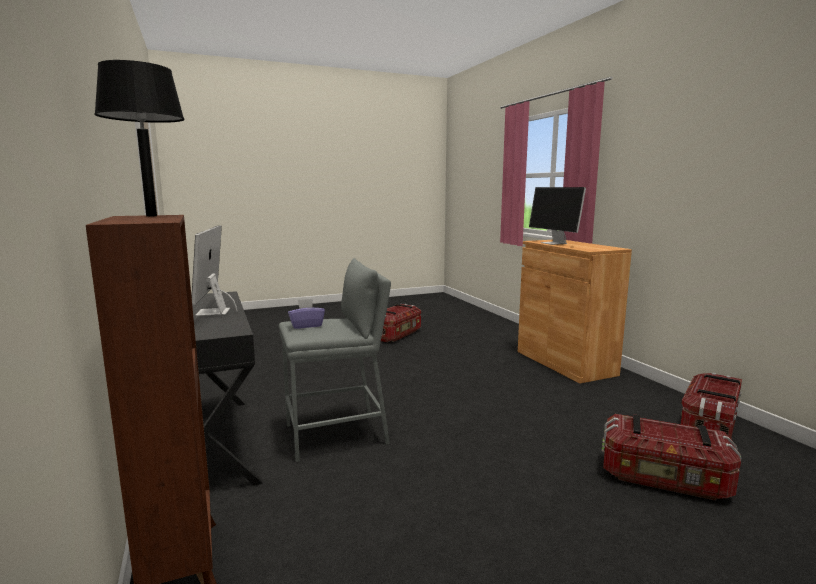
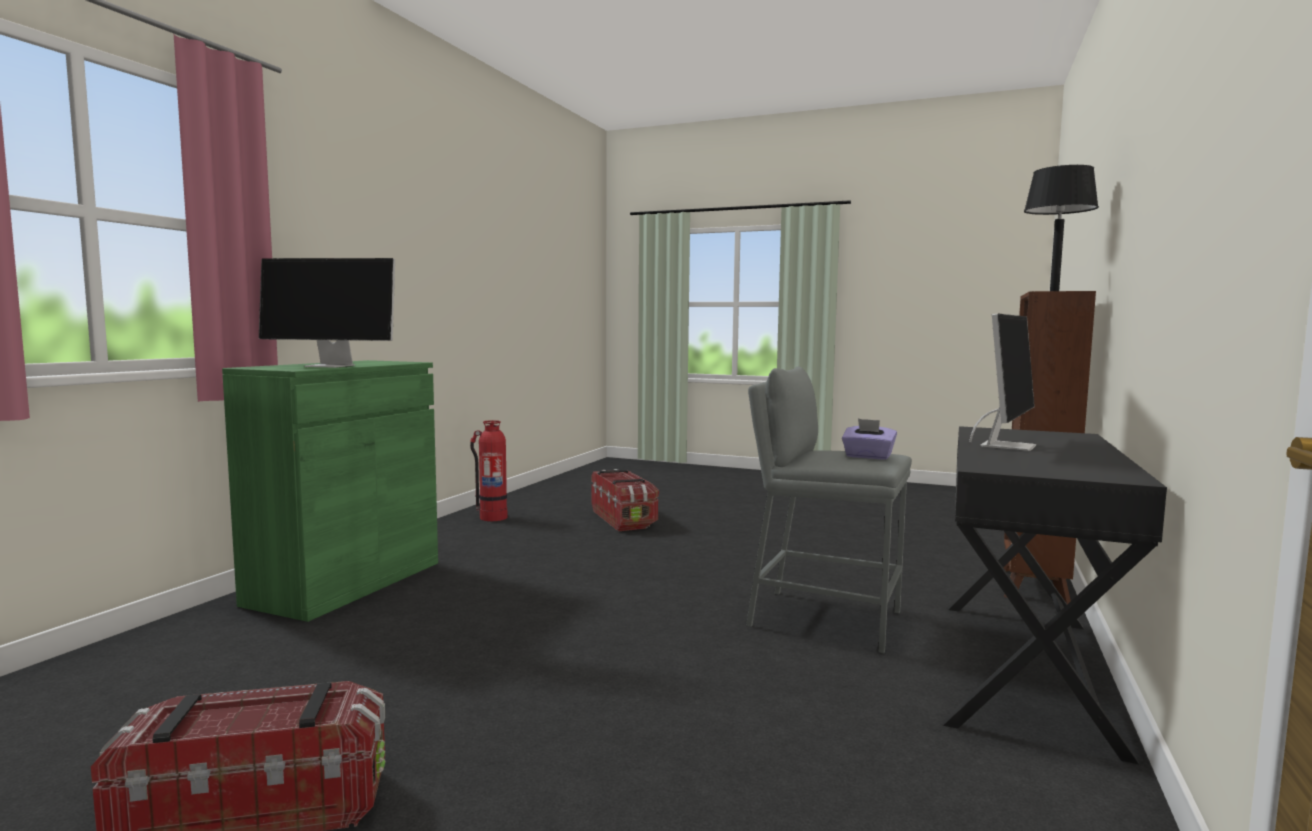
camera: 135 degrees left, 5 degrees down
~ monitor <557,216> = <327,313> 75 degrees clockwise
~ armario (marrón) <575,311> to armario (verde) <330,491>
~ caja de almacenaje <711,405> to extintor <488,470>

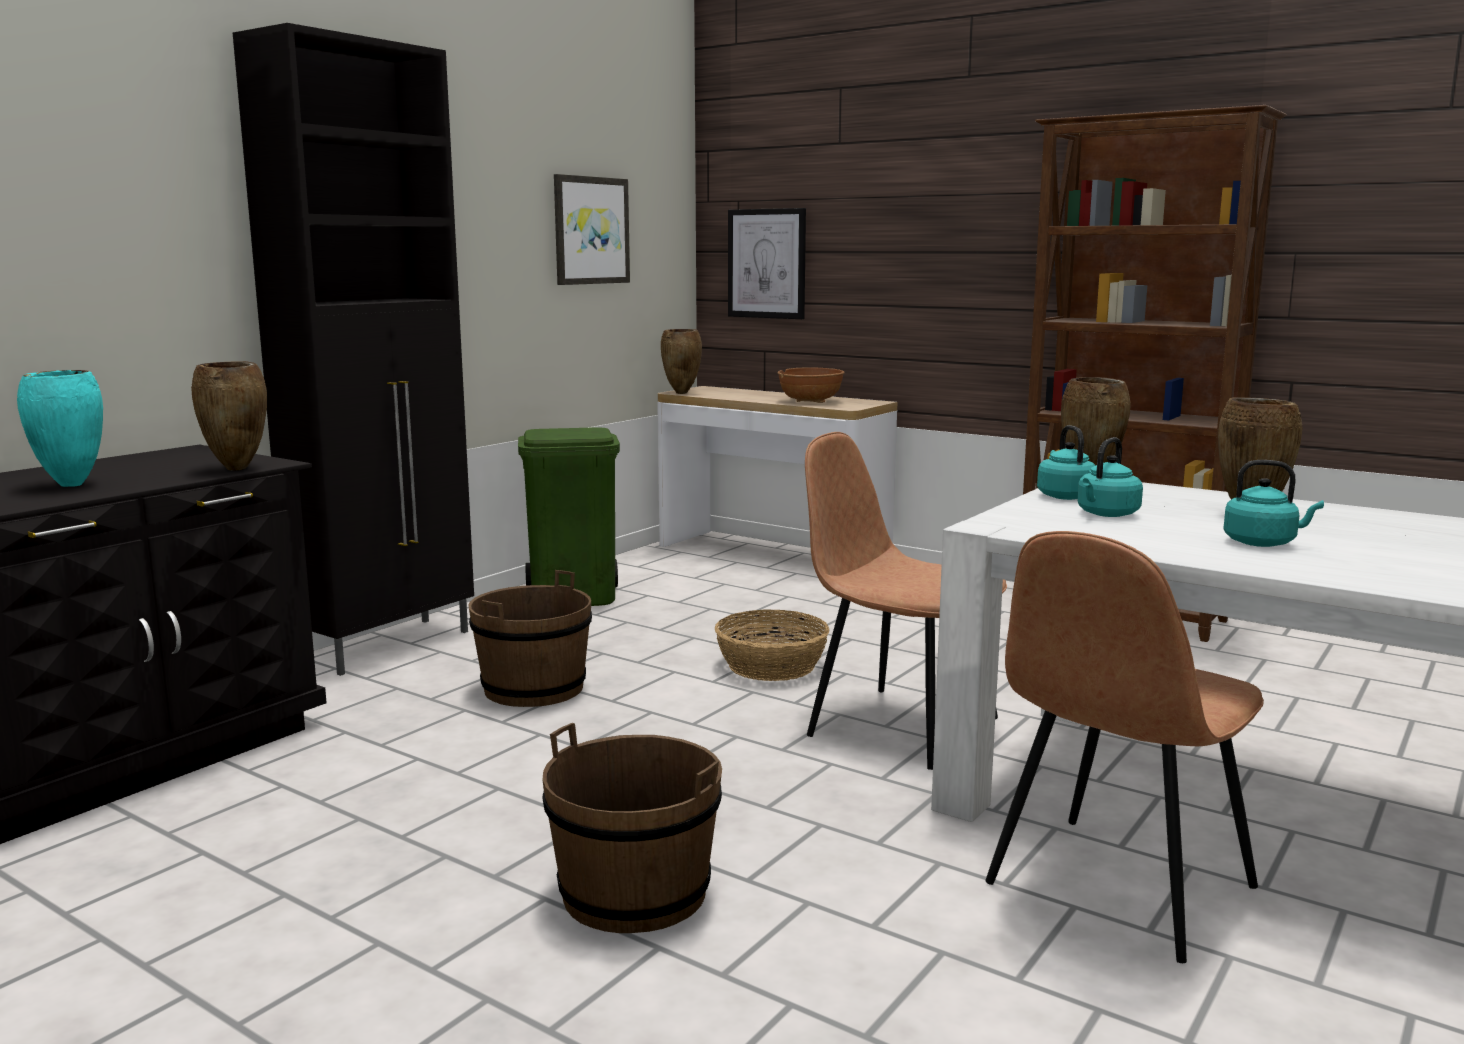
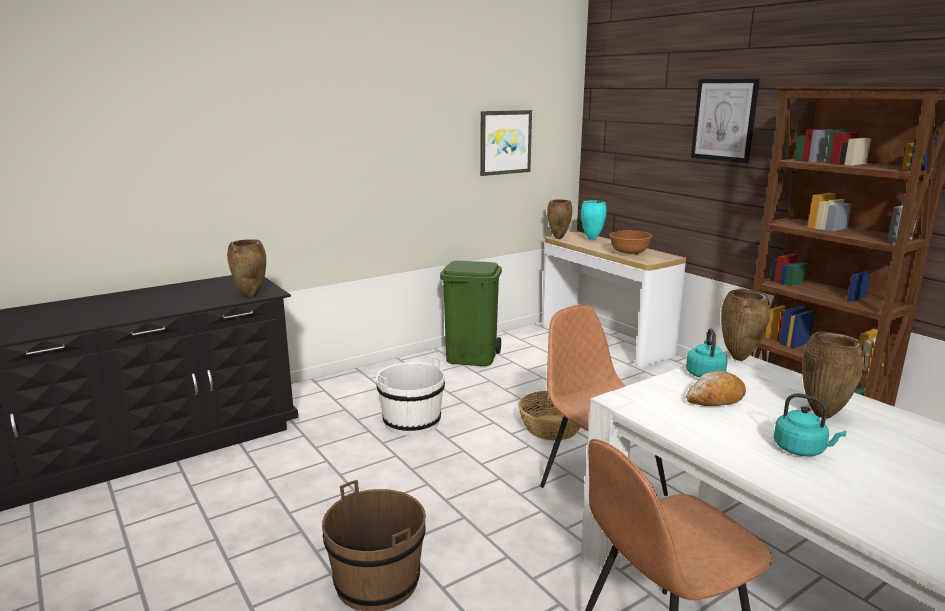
camera: 20 degrees right, 5 degrees up
- armario (negro) <353,349>
~ cuadro <767,263> to <725,120>
~ florero (turquesa) <60,428> to <593,220>
~ hervidor (turquesa) <1110,477> to pan <716,388>
~ cubo (marrón) <530,638> to cubo (blanco) <410,396>

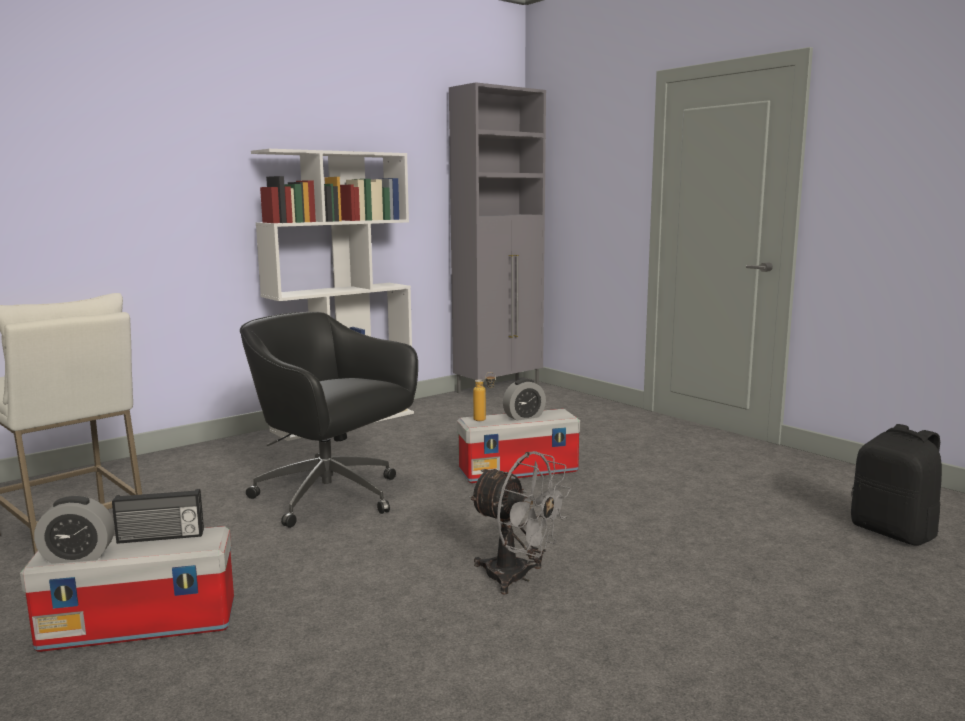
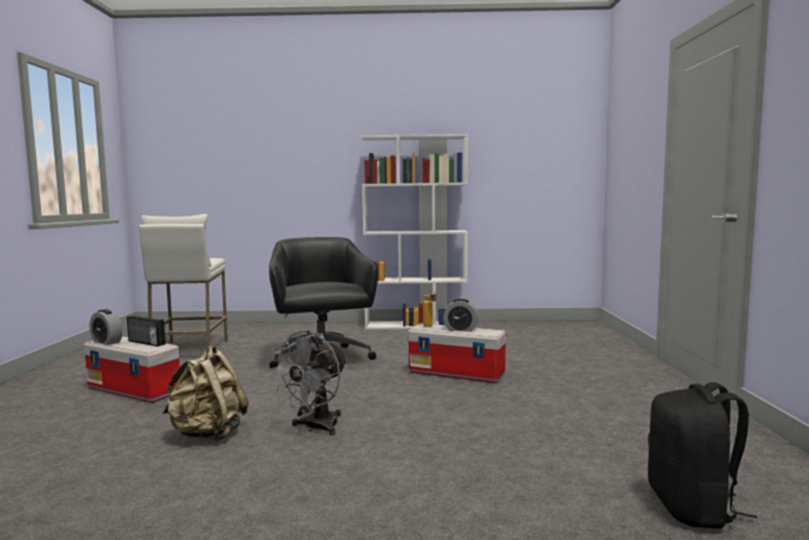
camera: 40 degrees right, 5 degrees down
- armario (gris) <497,237>
~ ventilador (gris) <520,522> = <308,383> 45 degrees clockwise
+ mochila (beis) <205,394>

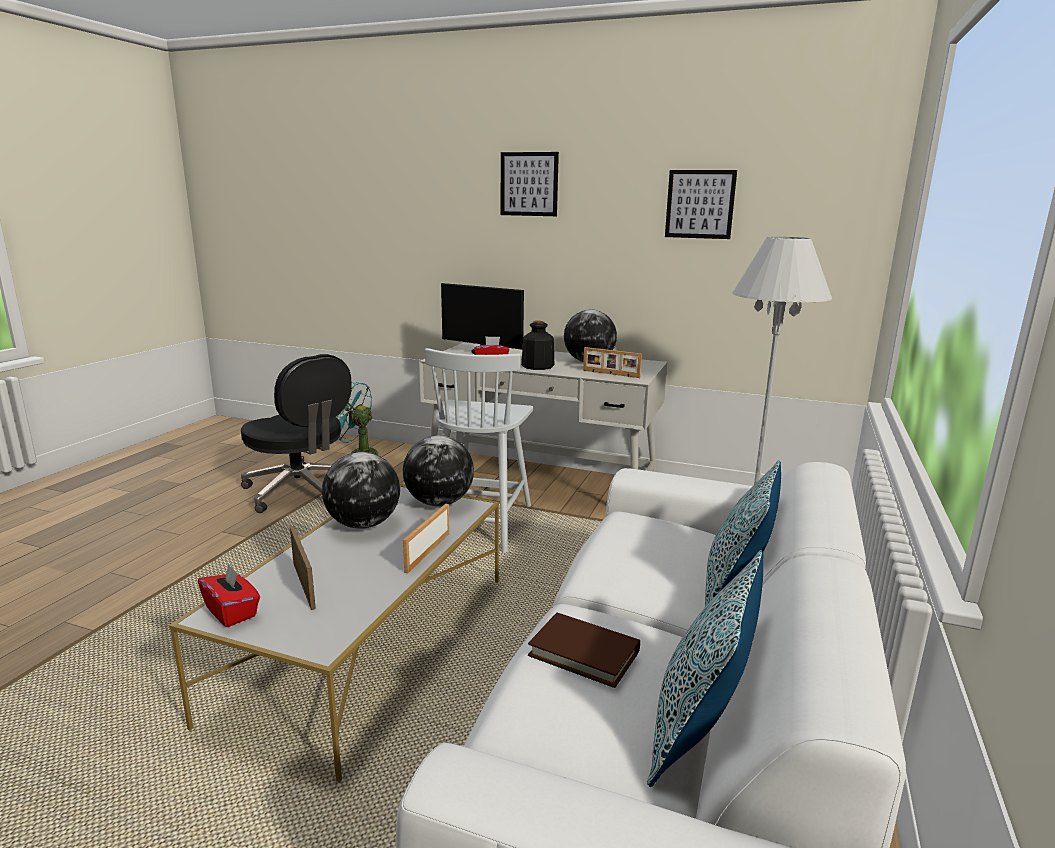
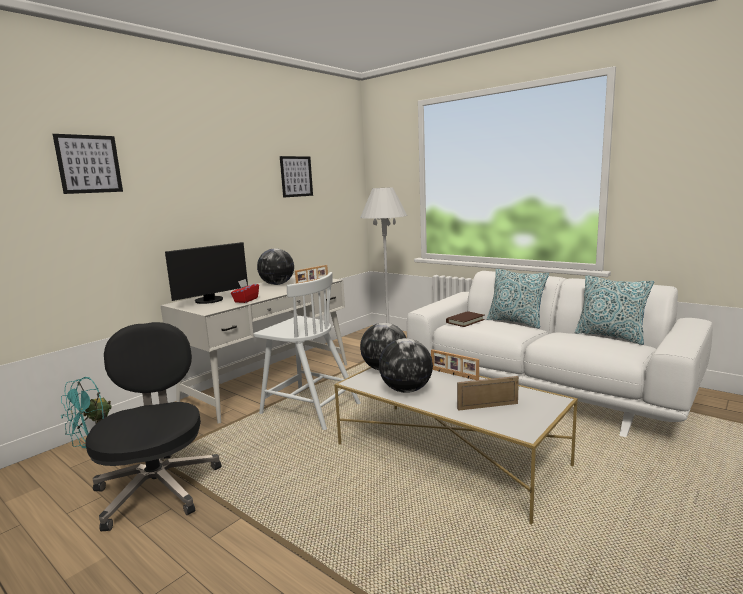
camera: 70 degrees left, 5 degrees down
~ cuadro <530,184> to <88,164>
- botella <537,345>
~ silla de oficina (negro) <296,433> = <153,426> 75 degrees counterclockwise
- caja de pañuelos (rojo) <229,595>
~ libro (marrón) <584,650> to <465,319>

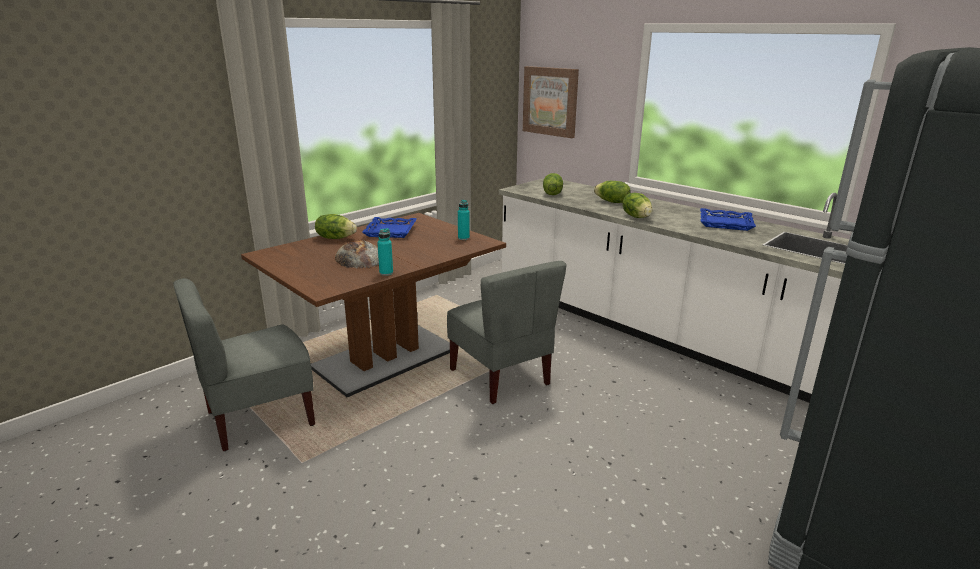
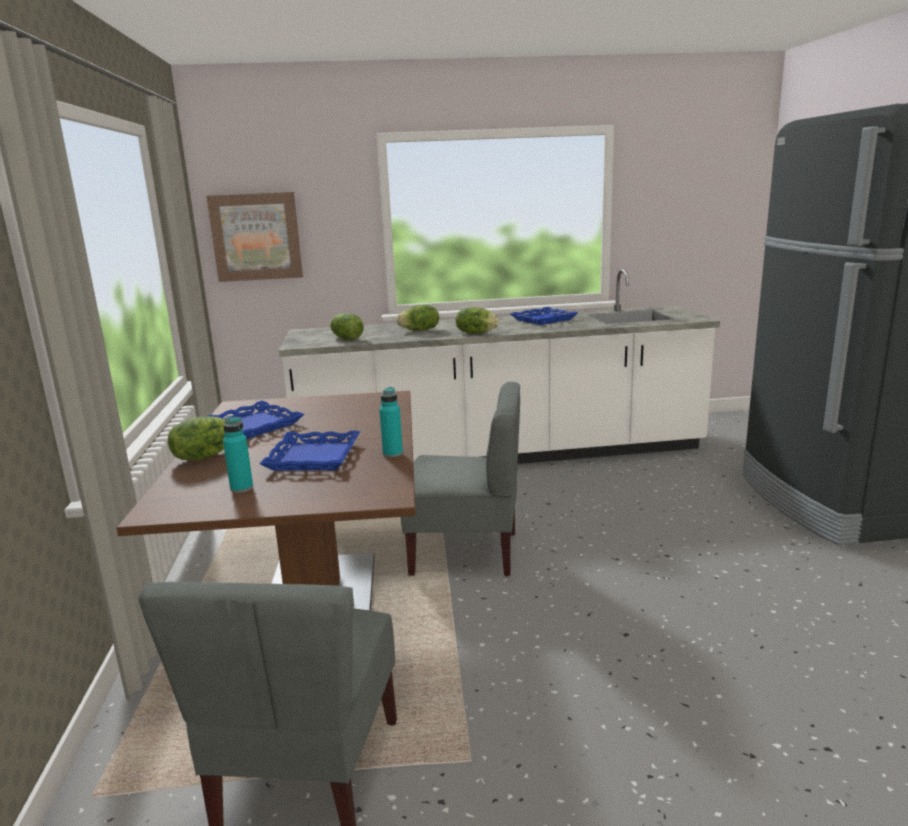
camera: 50 degrees left, 5 degrees down
~ botella (turquesa) <464,220> to <238,455>
~ pan <357,254> to bandeja (azul) <310,451>

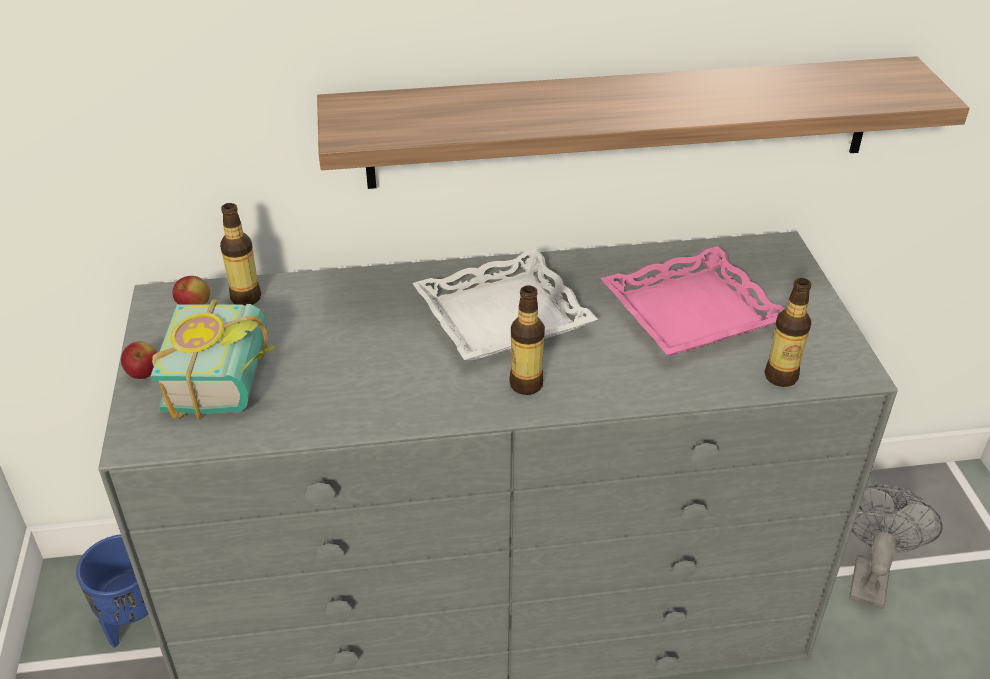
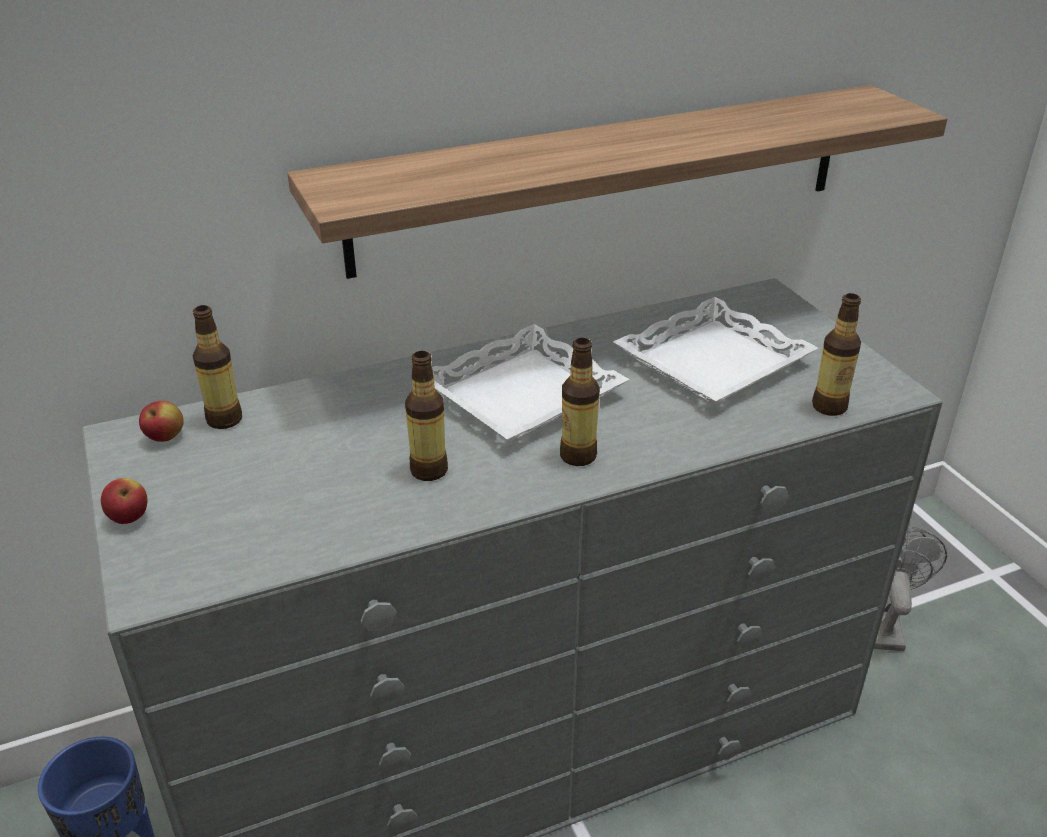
camera: 15 degrees left, 5 degrees down
~ bandeja (rosa) <692,301> to bandeja (blanco) <715,351>
- libro <215,359>
+ botella <426,416>

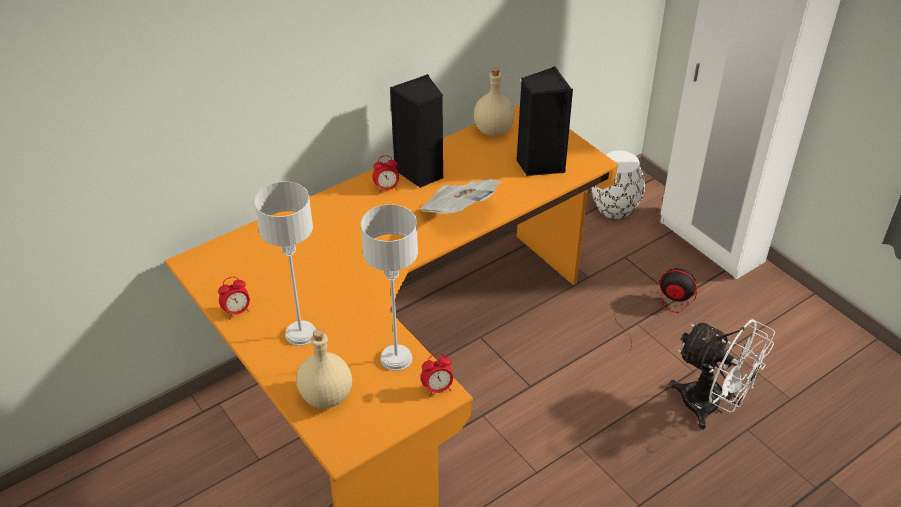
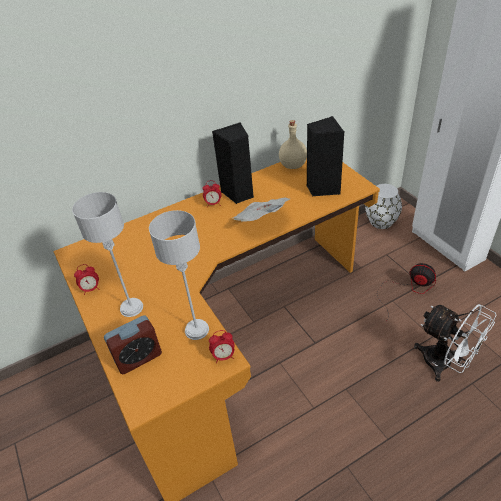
camera: 10 degrees right, 0 degrees up
~ botella (beis) <324,369> to despertador <133,344>

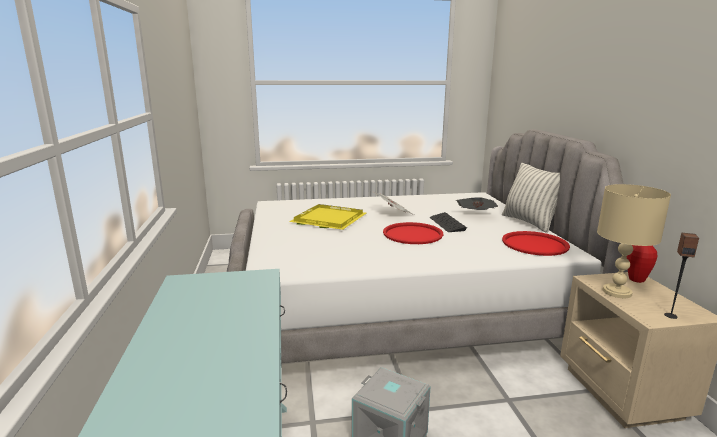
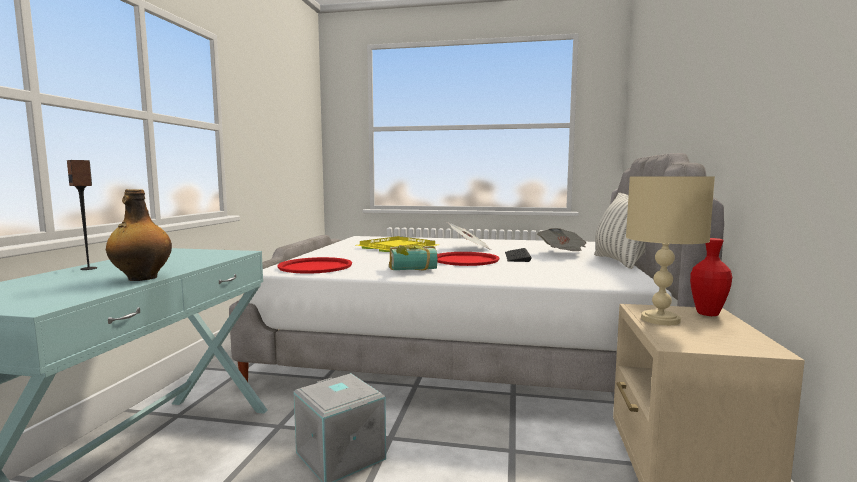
camera: 20 degrees right, 10 degrees down
~ bandeja (rojo) <536,243> to <314,265>
~ altavoz <681,275> to <82,215>
+ botella <139,235>
+ libro <413,258>

